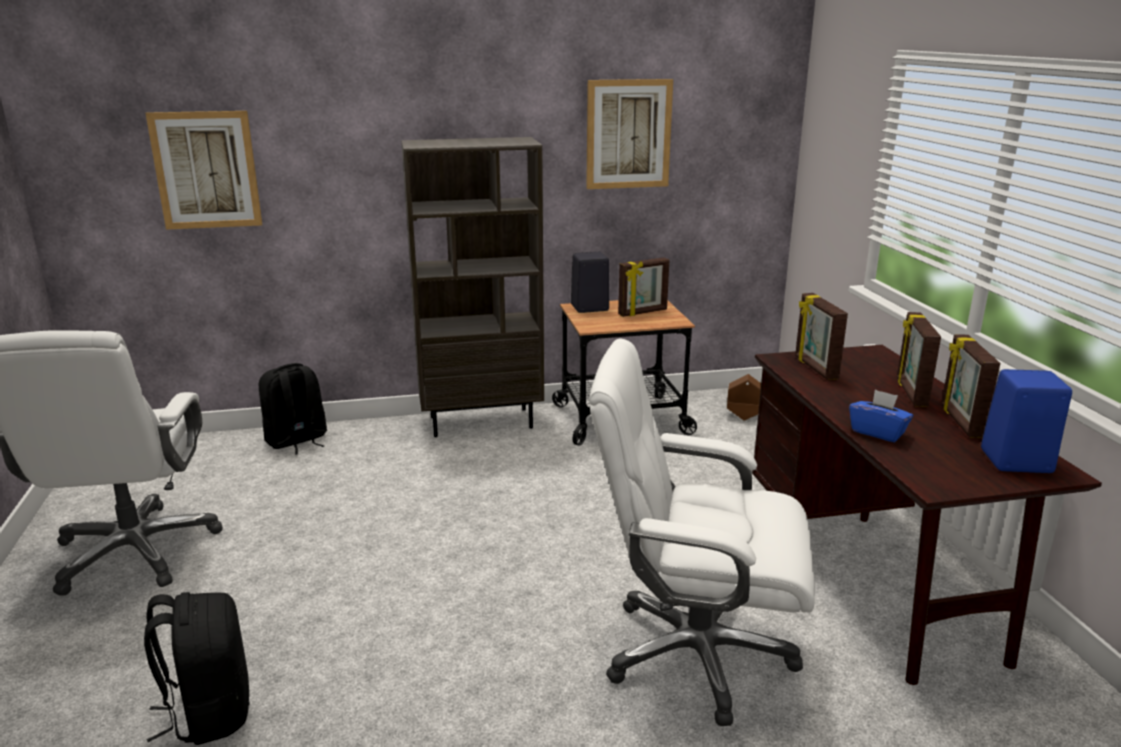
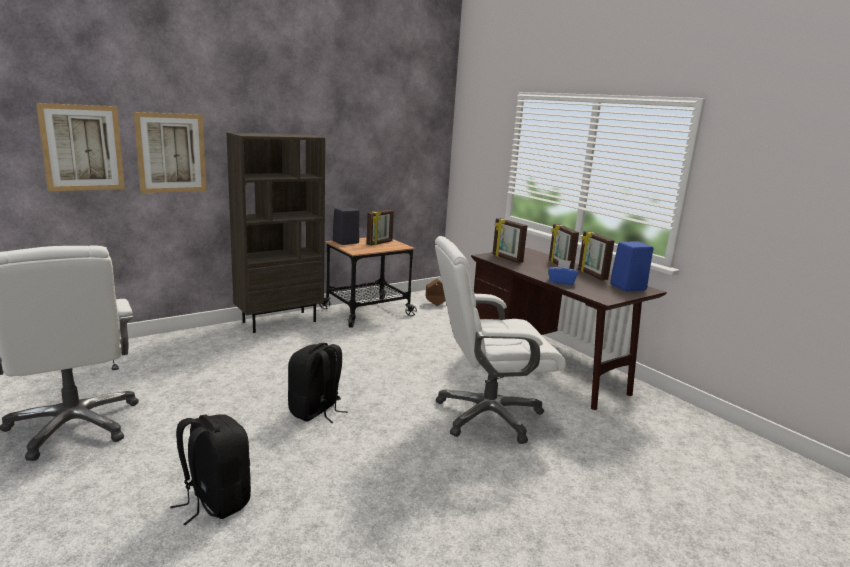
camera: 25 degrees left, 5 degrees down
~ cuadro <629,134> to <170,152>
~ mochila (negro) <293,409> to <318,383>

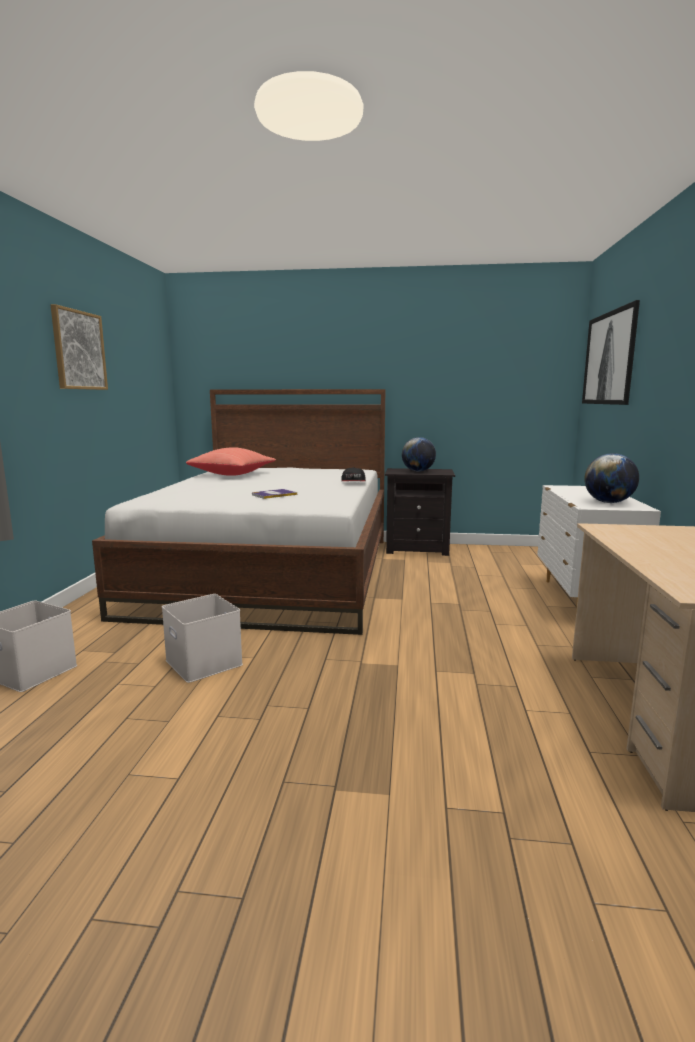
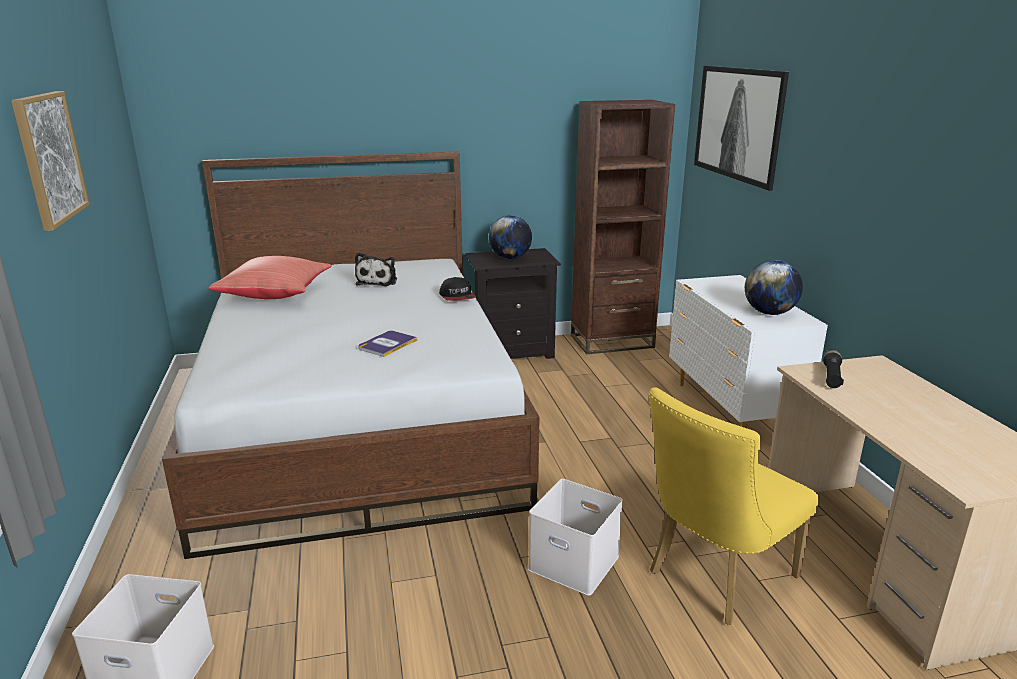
camera: 20 degrees left, 10 degrees up
~ caja de almacenaje (blanco) <202,638> to <575,537>
+ estantería (marrón) <623,227>
+ peluche <376,269>
+ linterna (negro) <833,368>
+ silla (amarillo) <734,506>

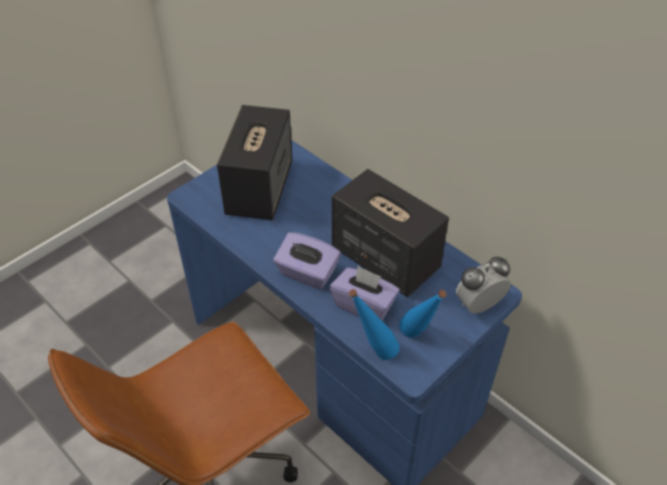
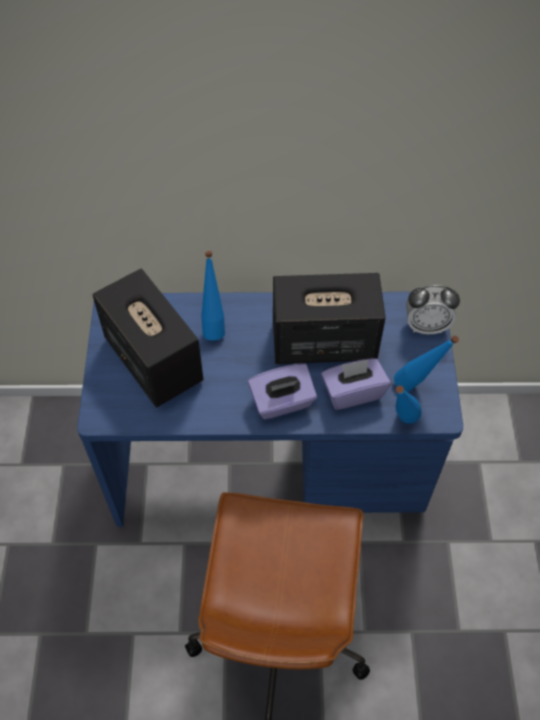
camera: 45 degrees left, 10 degrees up
~ despertador <483,285> = <433,309> 105 degrees counterclockwise
+ botella (azul) <213,296>

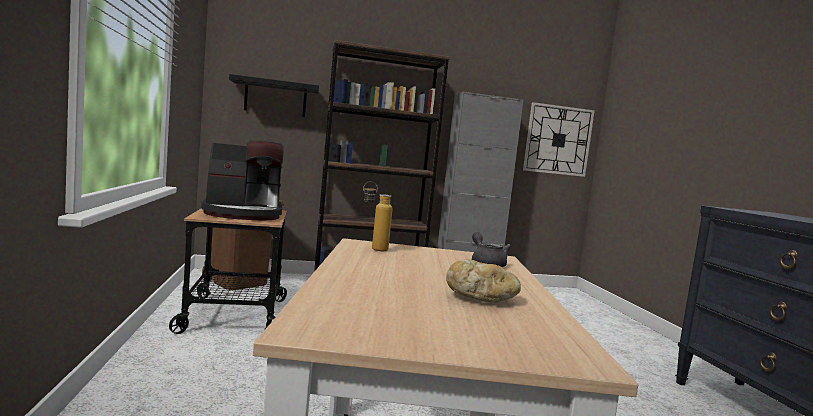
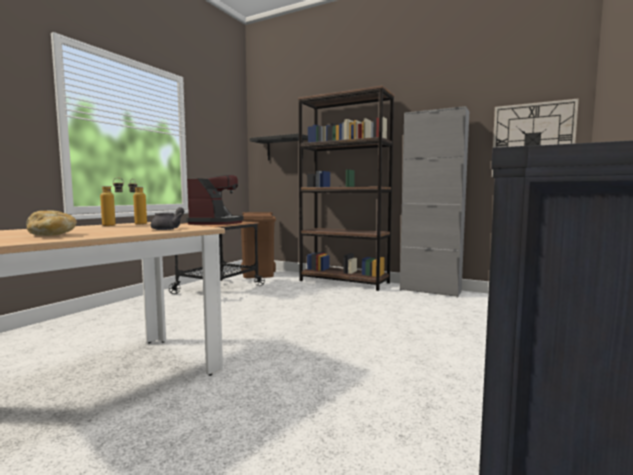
camera: 40 degrees right, 0 degrees up
~ cafetera <242,180> = <215,200> 105 degrees counterclockwise
+ botella <112,202>

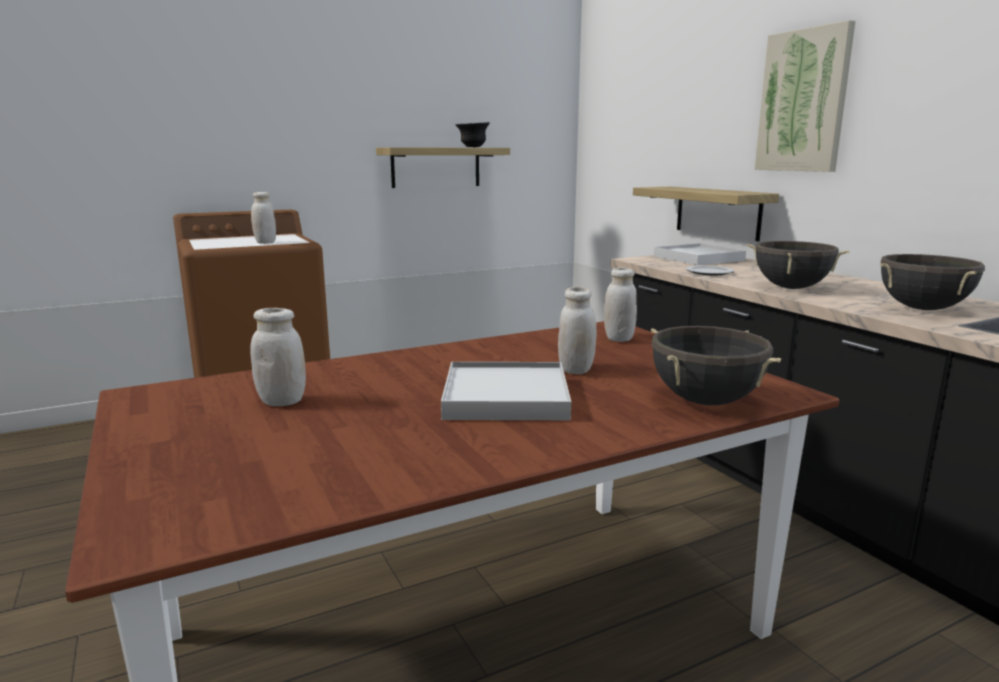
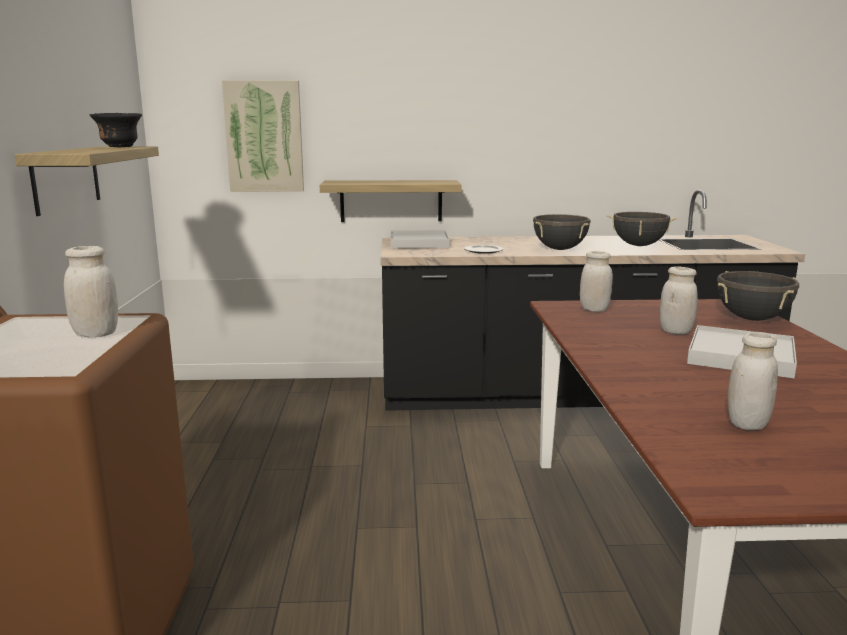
camera: 65 degrees left, 0 degrees up
~ cuadro <805,96> to <263,136>

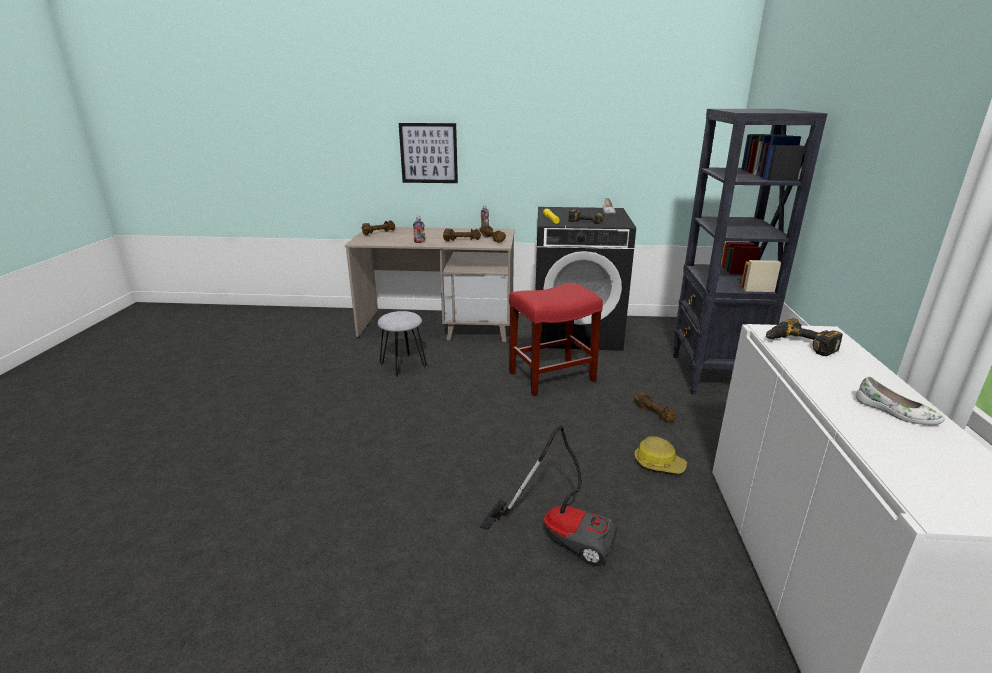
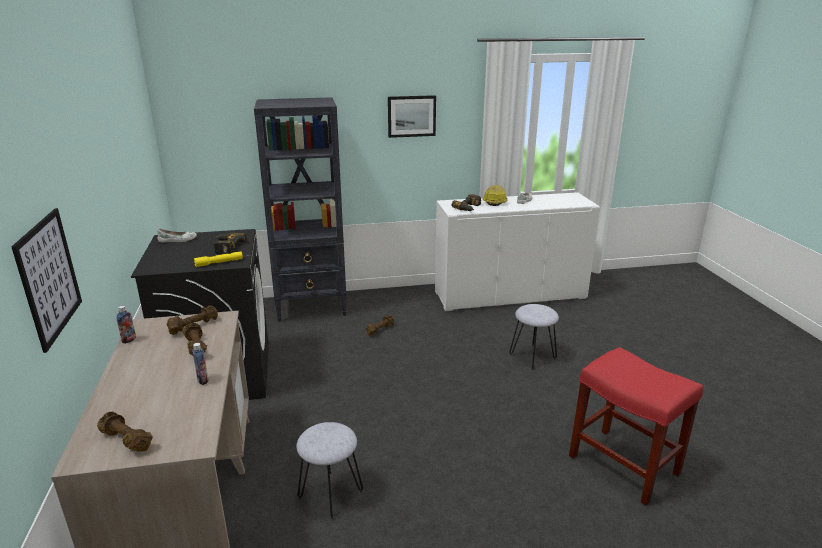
camera: 105 degrees left, 0 degrees up
~ taburete (rojo) <556,339> to <636,426>
~ aspiradora <548,495> to taburete (gris) <534,337>
~ casco <660,455> to <495,195>
+ cuadro <412,116>

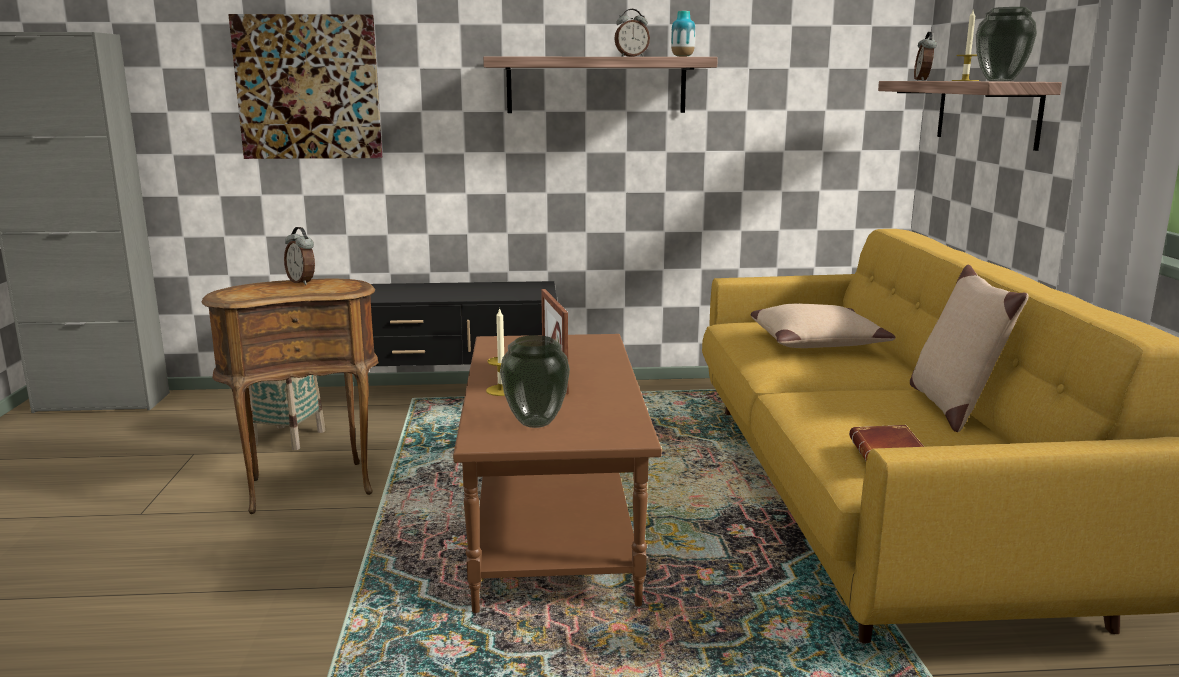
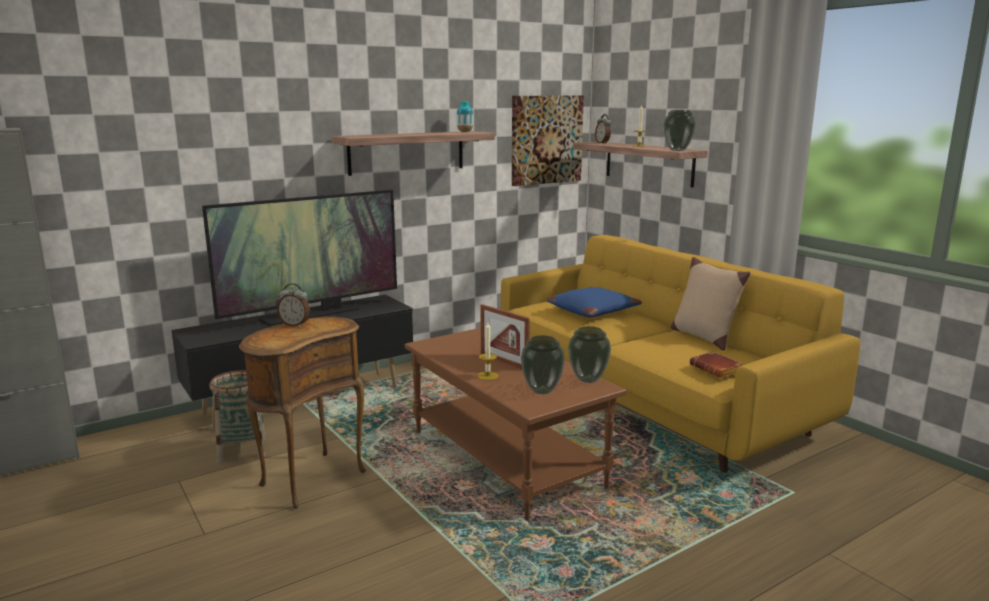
camera: 30 degrees left, 0 degrees up
- despertador <632,33>
~ cuadro <305,86> to <548,140>
~ cojín (beis) <823,326> to cojín (azul) <594,302>
+ televisor <299,257>
+ florero <589,354>

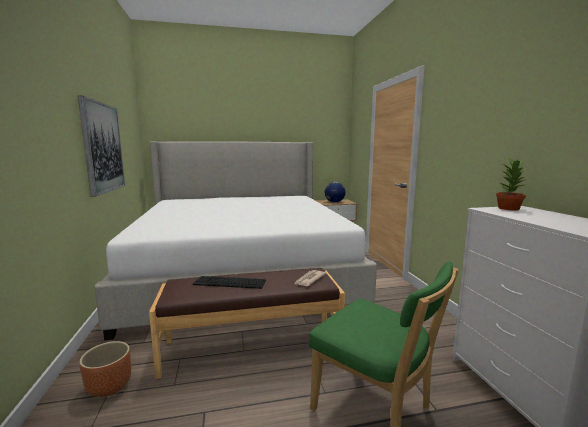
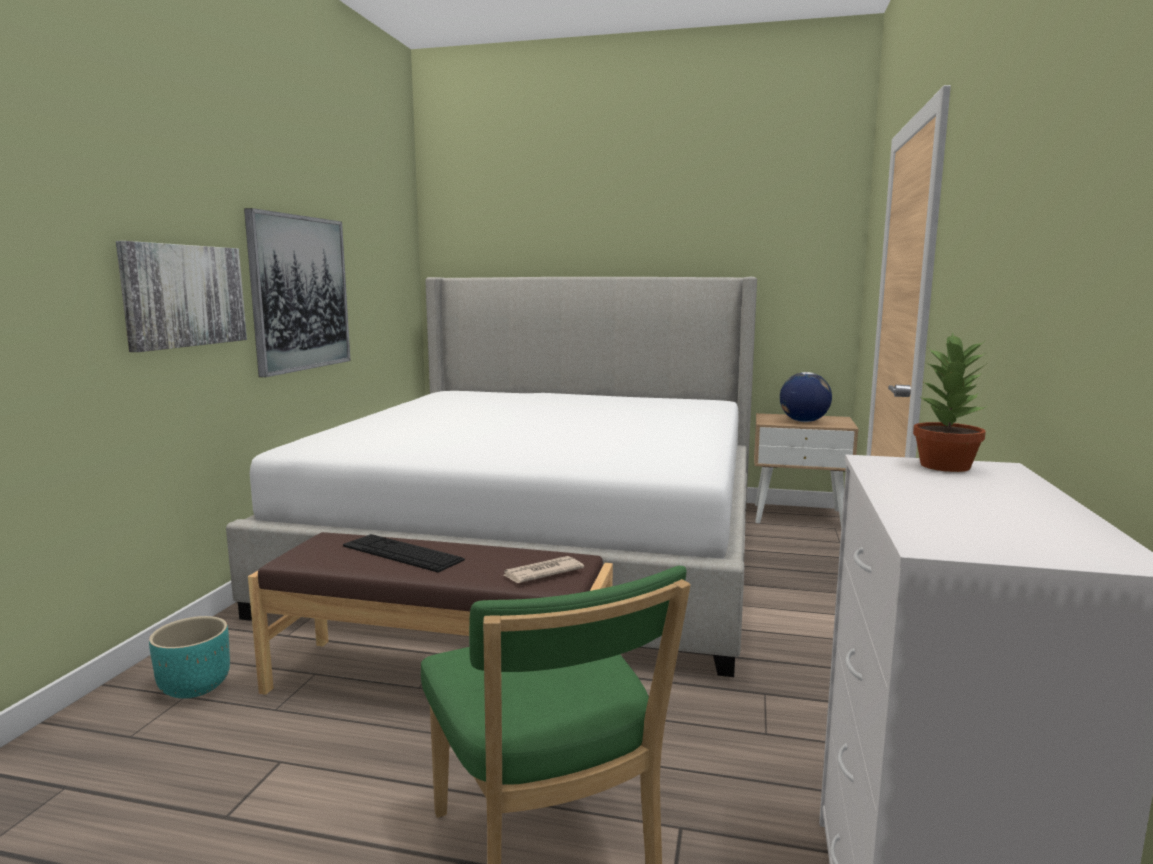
camera: 25 degrees right, 0 degrees up
~ maceta (marrón) <105,369> to maceta (turquesa) <189,657>
+ cuadro <181,296>

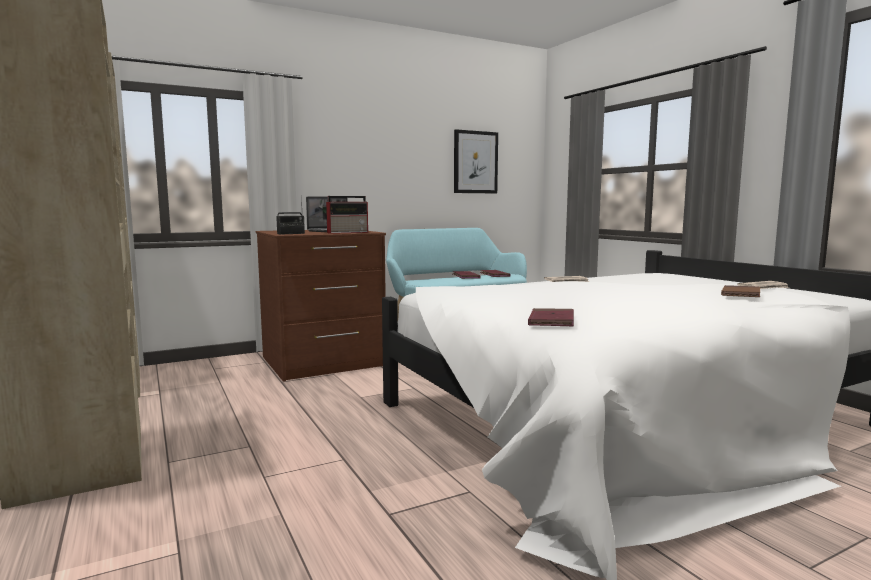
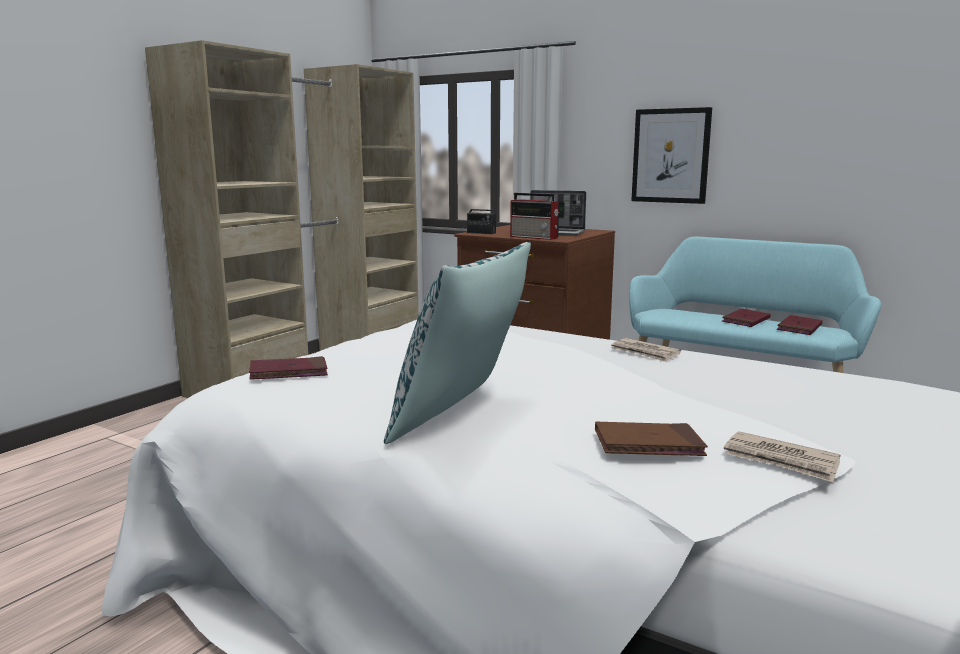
camera: 60 degrees right, 5 degrees up
~ cuadro <476,161> to <671,155>
+ cojín <457,343>

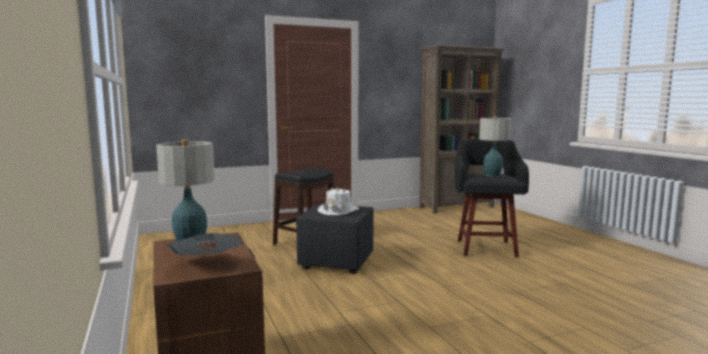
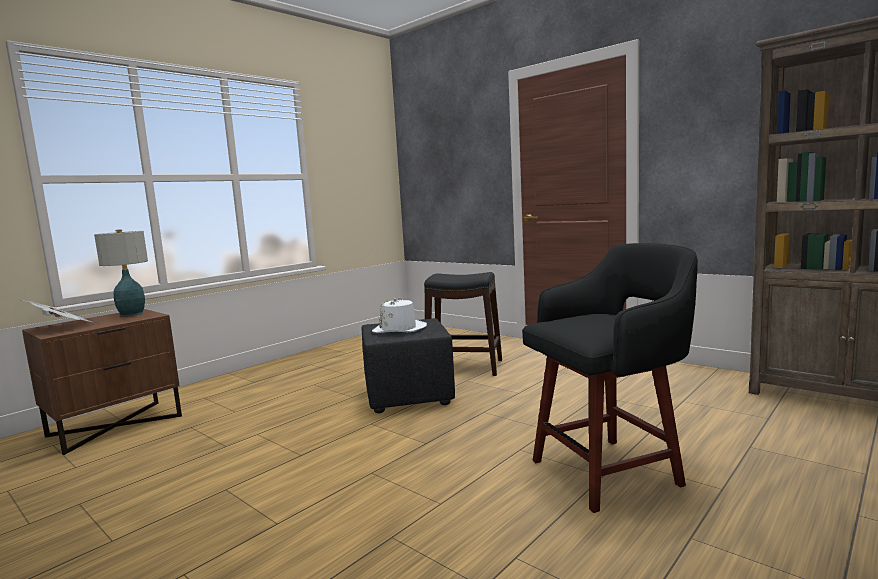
camera: 65 degrees right, 0 degrees up
- lámpara de mesa <495,146>

